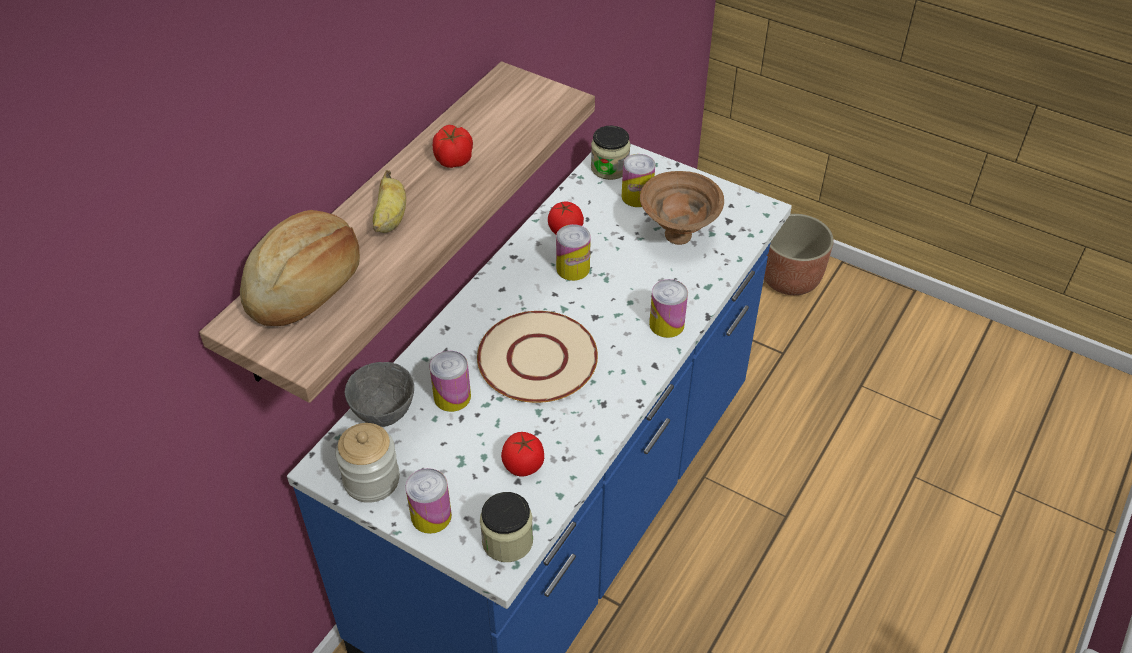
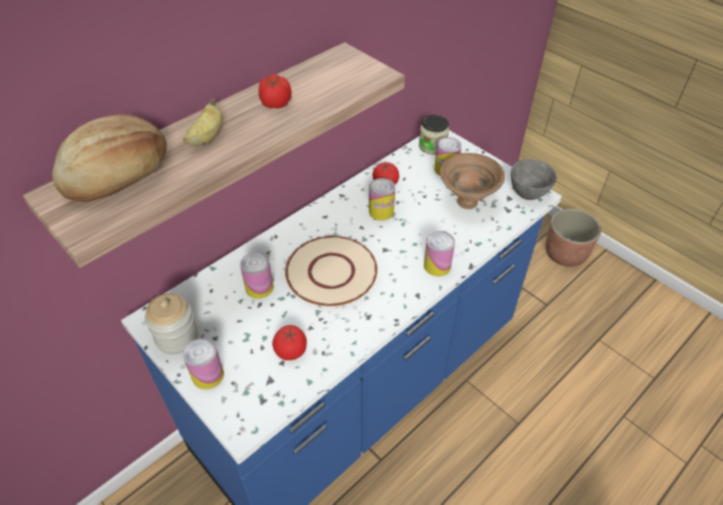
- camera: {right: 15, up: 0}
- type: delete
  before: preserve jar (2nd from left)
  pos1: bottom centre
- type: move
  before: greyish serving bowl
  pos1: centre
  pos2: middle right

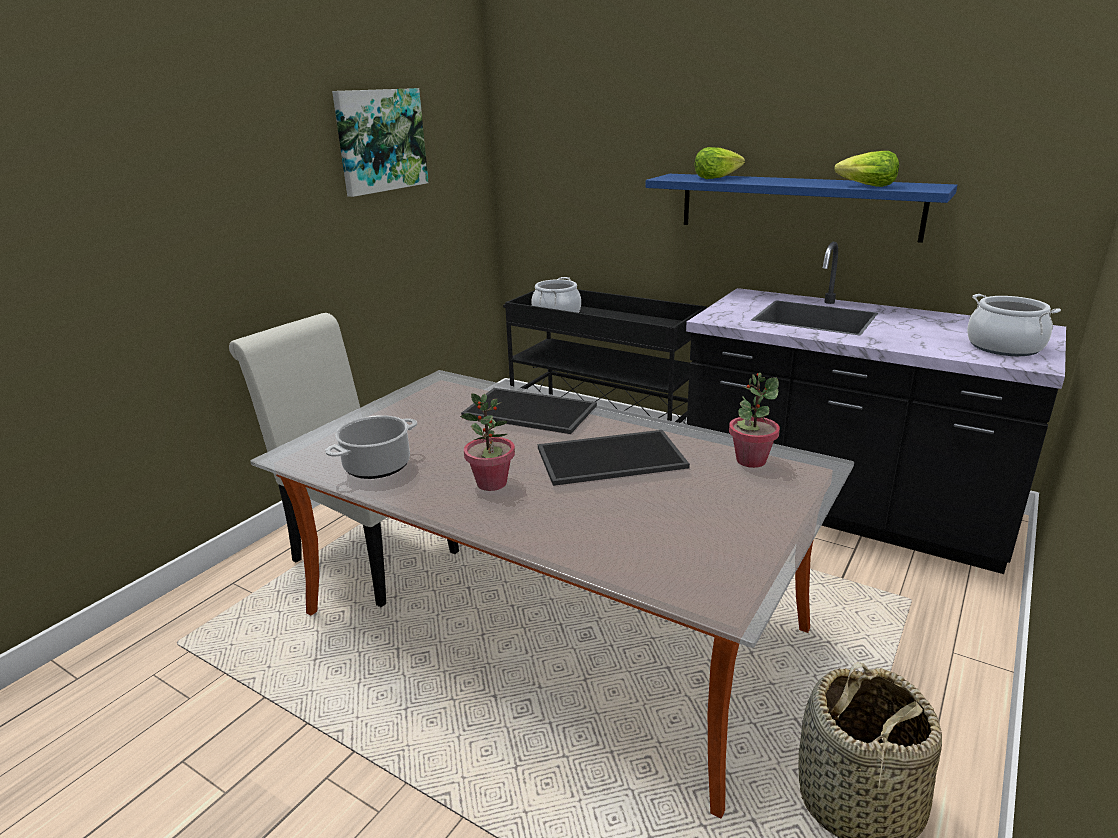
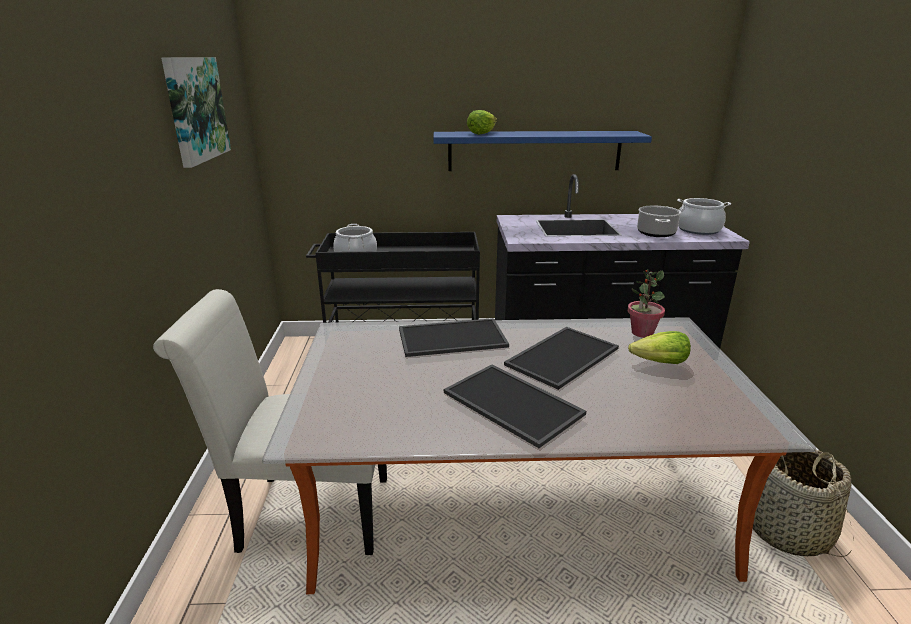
- camera: {right: -35, up: 0}
- type: move
  before: cooking pot (1st from left in the first image)
  after: cooking pot (2nd from left)
  pos1: middle left
  pos2: middle right
- type: move
  before: lettuce (2nd from left)
  pos1: top right
  pos2: middle right
- type: replace
  before: plant in a pot (1st from left)
  after: serving tray (2nd from left)
  pos1: centre
  pos2: centre

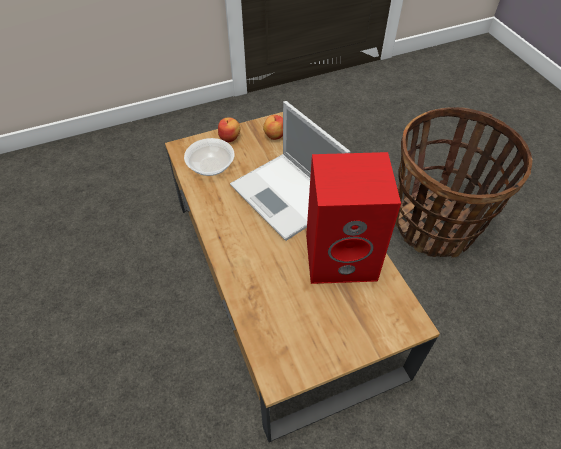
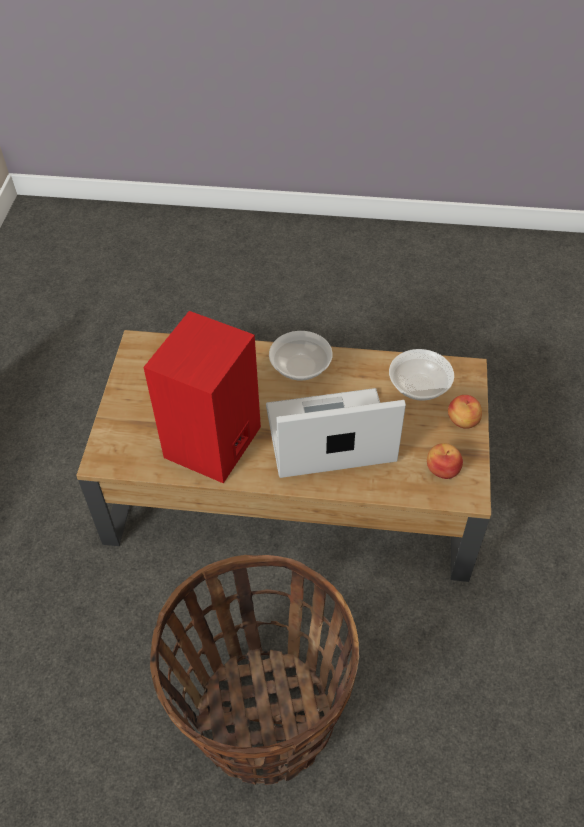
- camera: {right: 120, up: 0}
- type: insert
  after: serving bowl (1st from left)
  pos2: centre

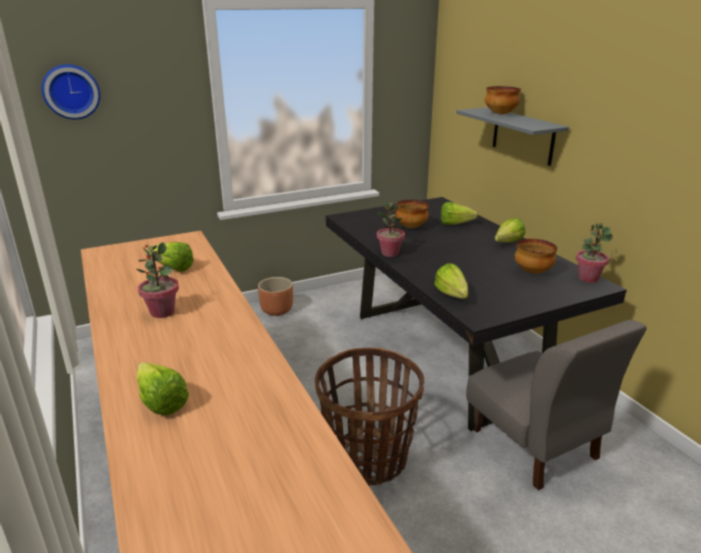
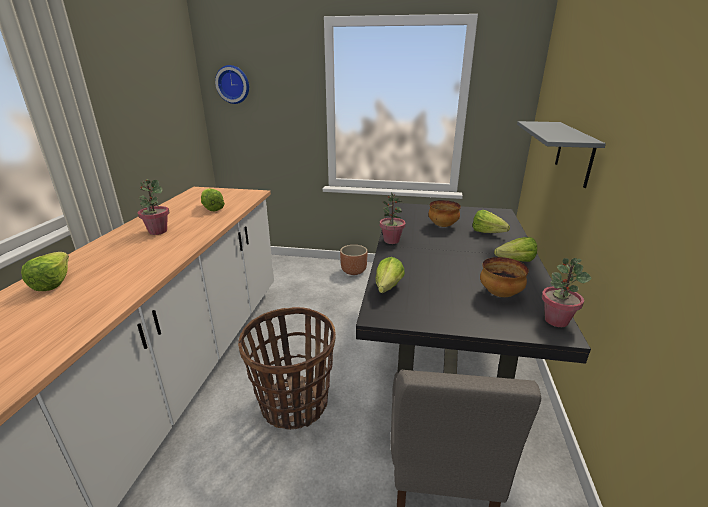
- camera: {right: 35, up: 0}
- type: delete
  before: serving bowl (2nd from left)
  pos1: top right

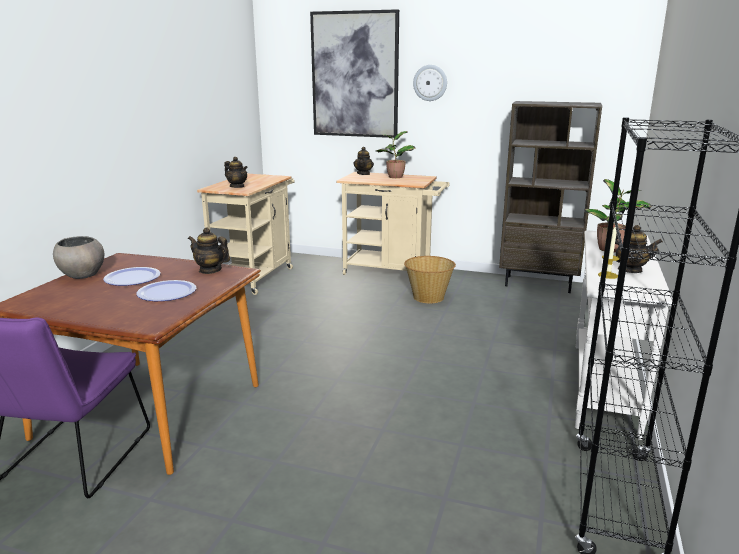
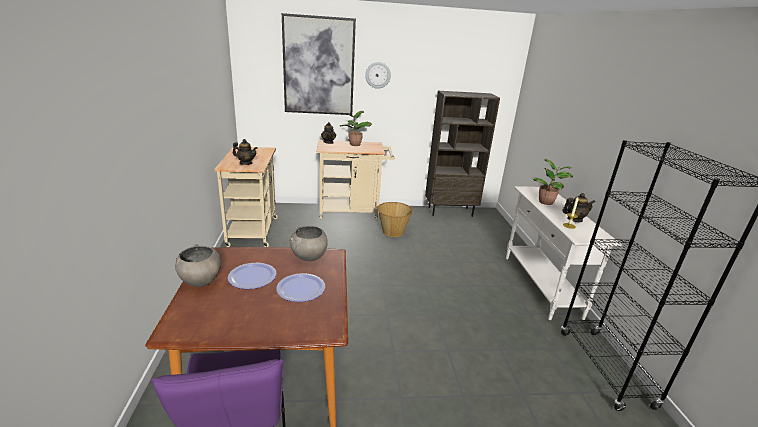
- camera: {right: -25, up: 5}
- type: replace
  before: teapot (1st from left)
  after: greyish serving bowl (2nd from left)
  pos1: middle left
  pos2: centre

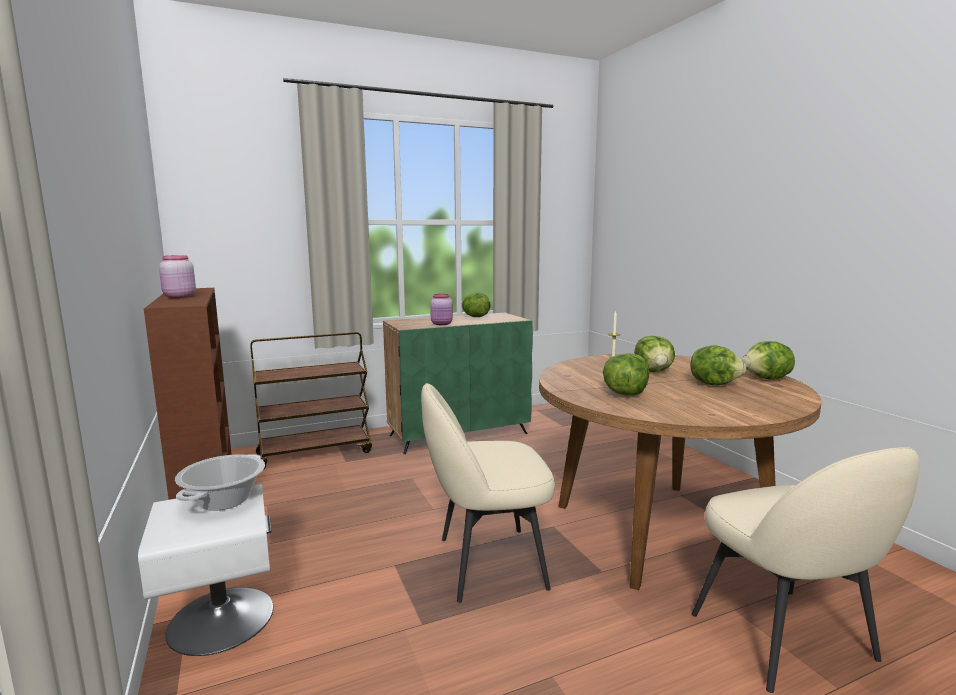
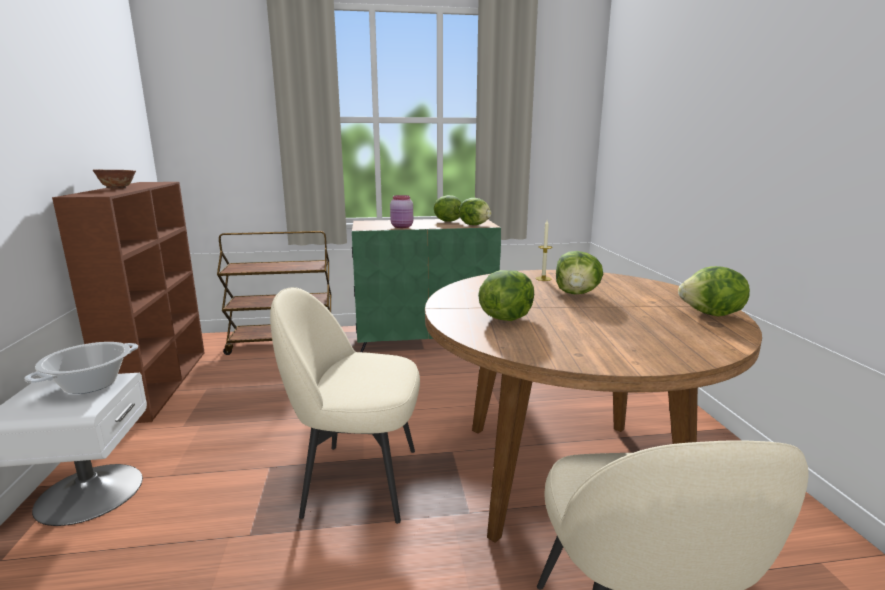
- camera: {right: 15, up: 5}
- type: move
  before: lettuce (4th from left in the first image)
  after: lettuce (2nd from left)
  pos1: middle right
  pos2: centre
- type: replace
  before: pink preserve jar (1st from left)
  after: serving bowl
  pos1: middle left
  pos2: top left

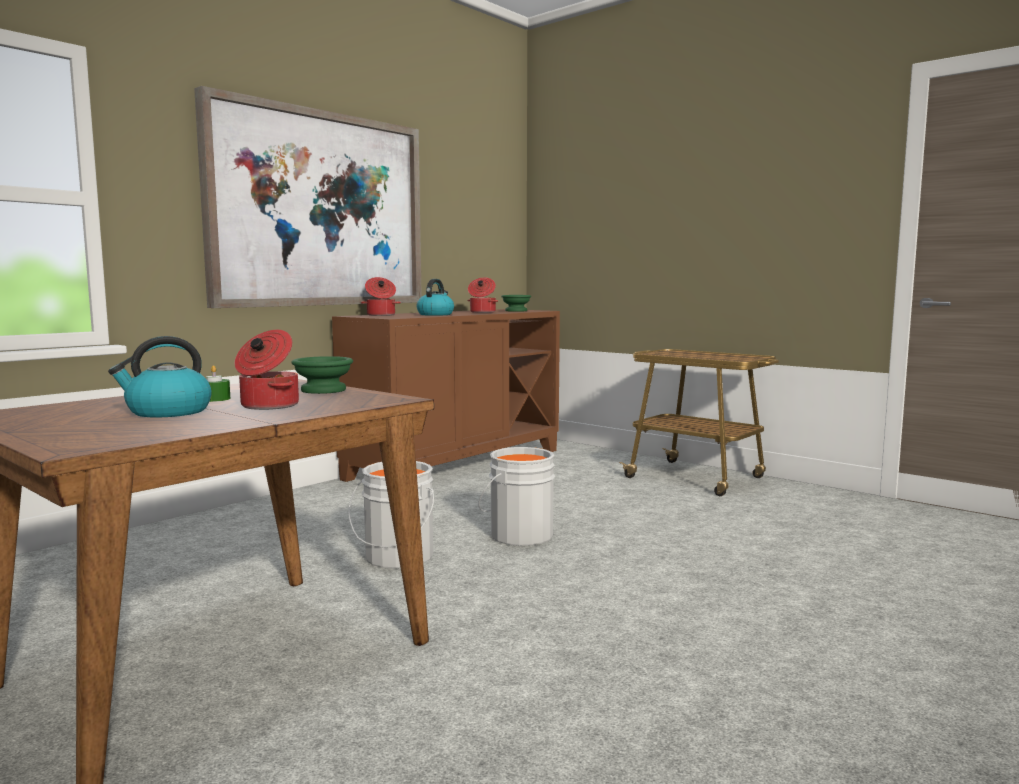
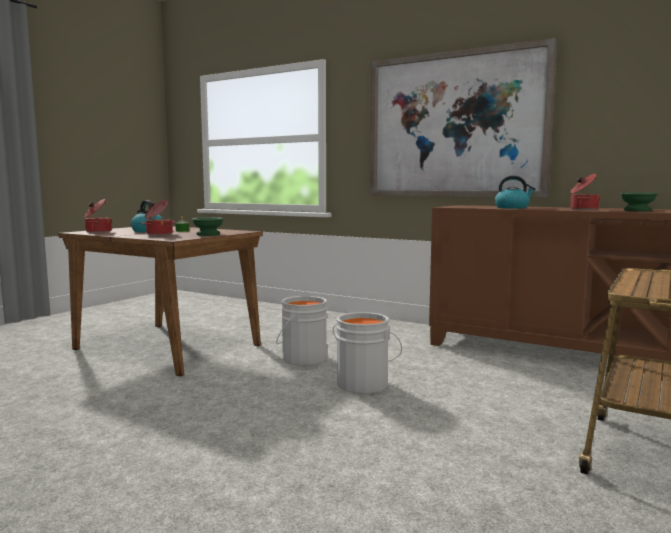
- camera: {right: 80, up: 0}
- type: move
  before: cooking pot (2nd from left in the first image)
  after: cooking pot (1st from left)
  pos1: centre
  pos2: middle left

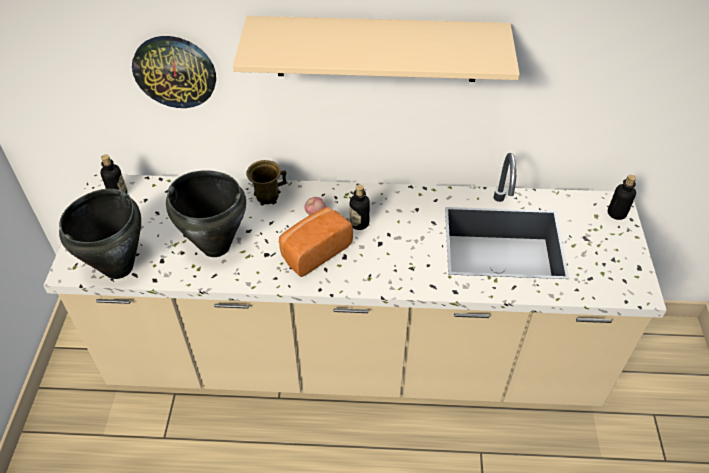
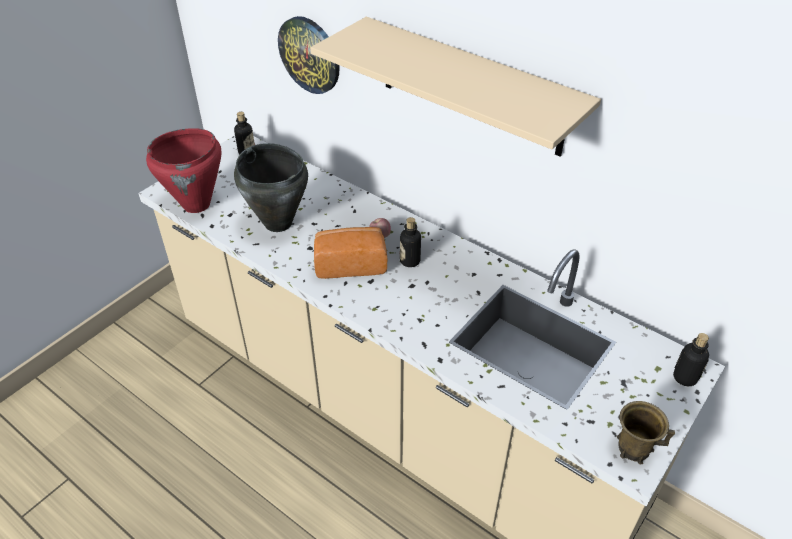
- camera: {right: 35, up: -5}
- type: move
  before: brown coffee mug
  pos1: centre
  pos2: bottom right
- type: recolor
  before: black cooking pot (1st from left)
  after: red cooking pot
  pos1: middle left
  pos2: top left

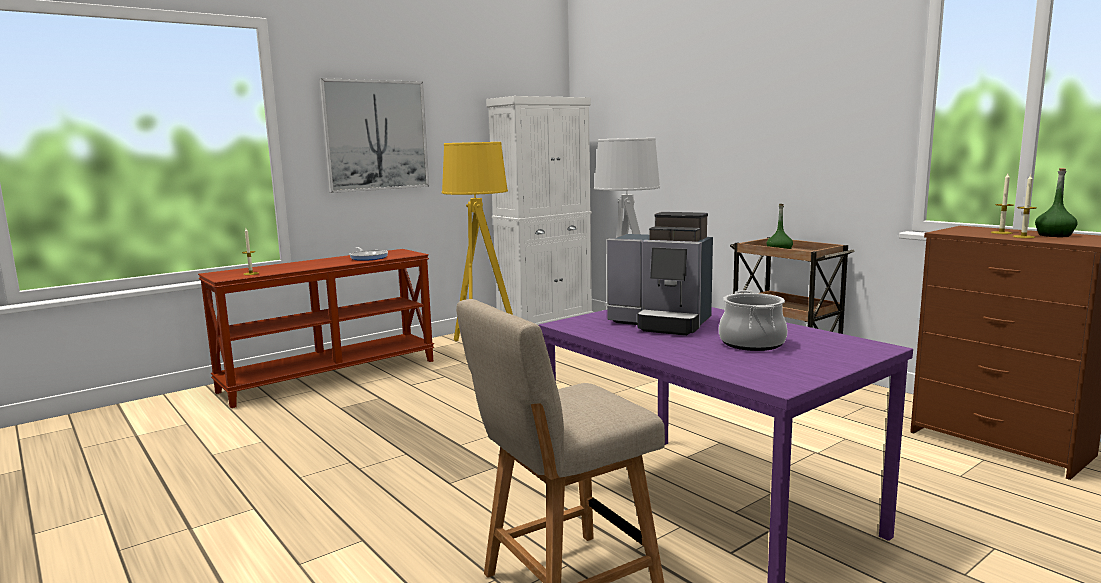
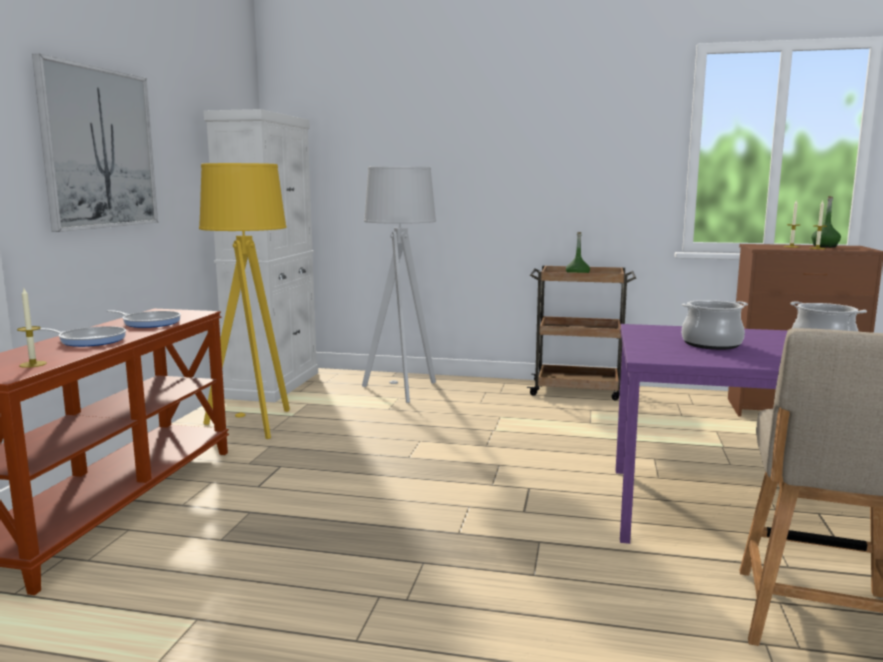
- camera: {right: -40, up: 0}
- type: insert
  after: pan (1st from left)
  pos2: middle left
- type: replace
  before: coffee brewer
  after: cooking pot (1st from left)
  pos1: centre
  pos2: middle right

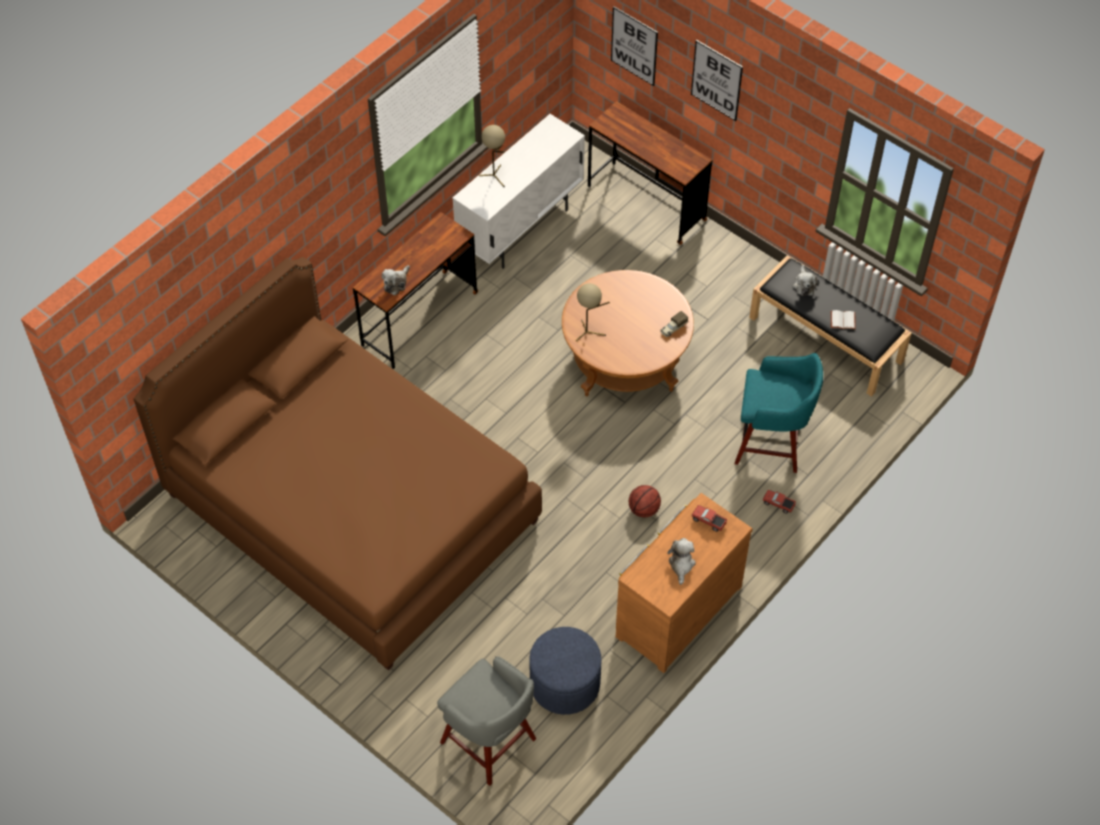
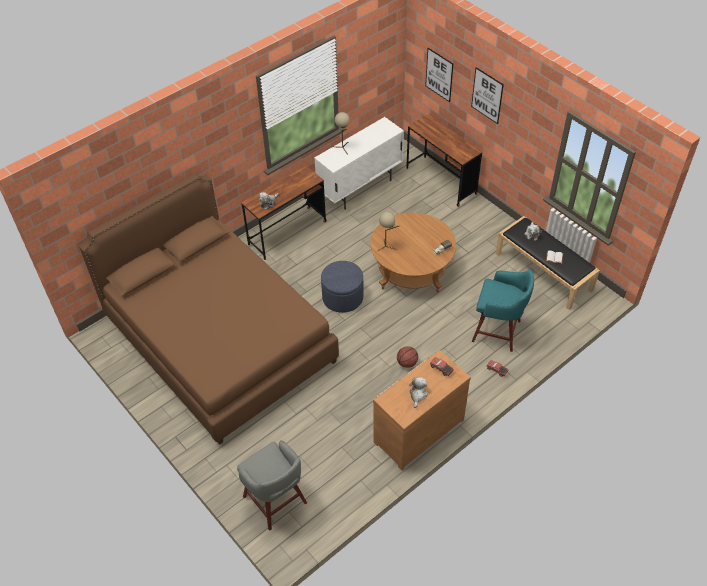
- camera: {right: 10, up: -5}
- type: move
  before: blue-coloured ottoman
  pos1: bottom centre
  pos2: centre

